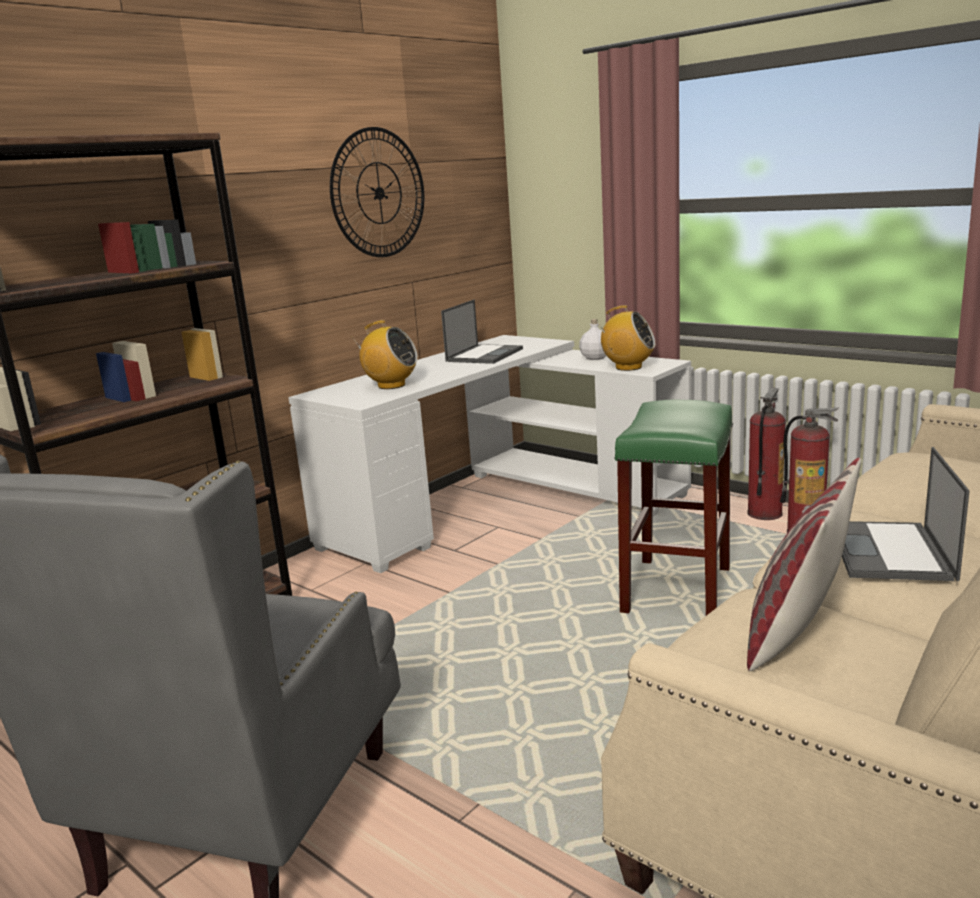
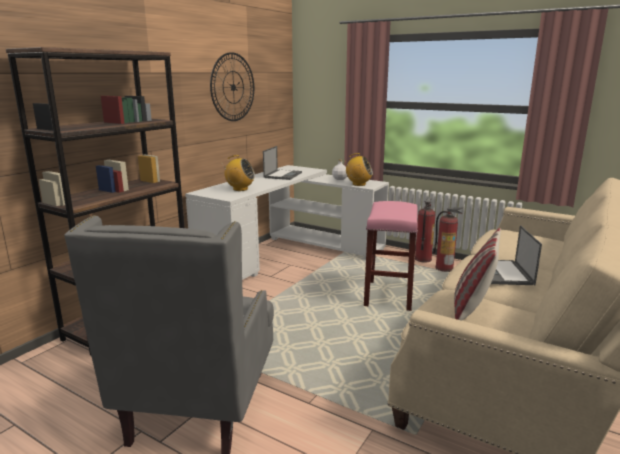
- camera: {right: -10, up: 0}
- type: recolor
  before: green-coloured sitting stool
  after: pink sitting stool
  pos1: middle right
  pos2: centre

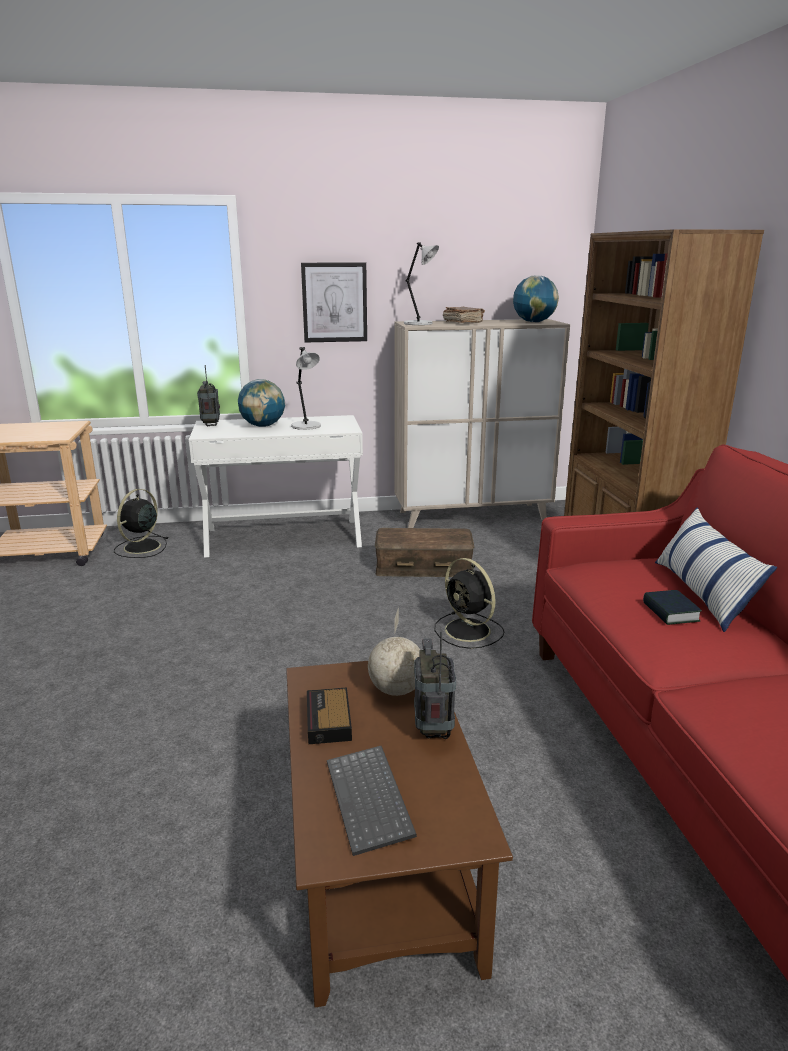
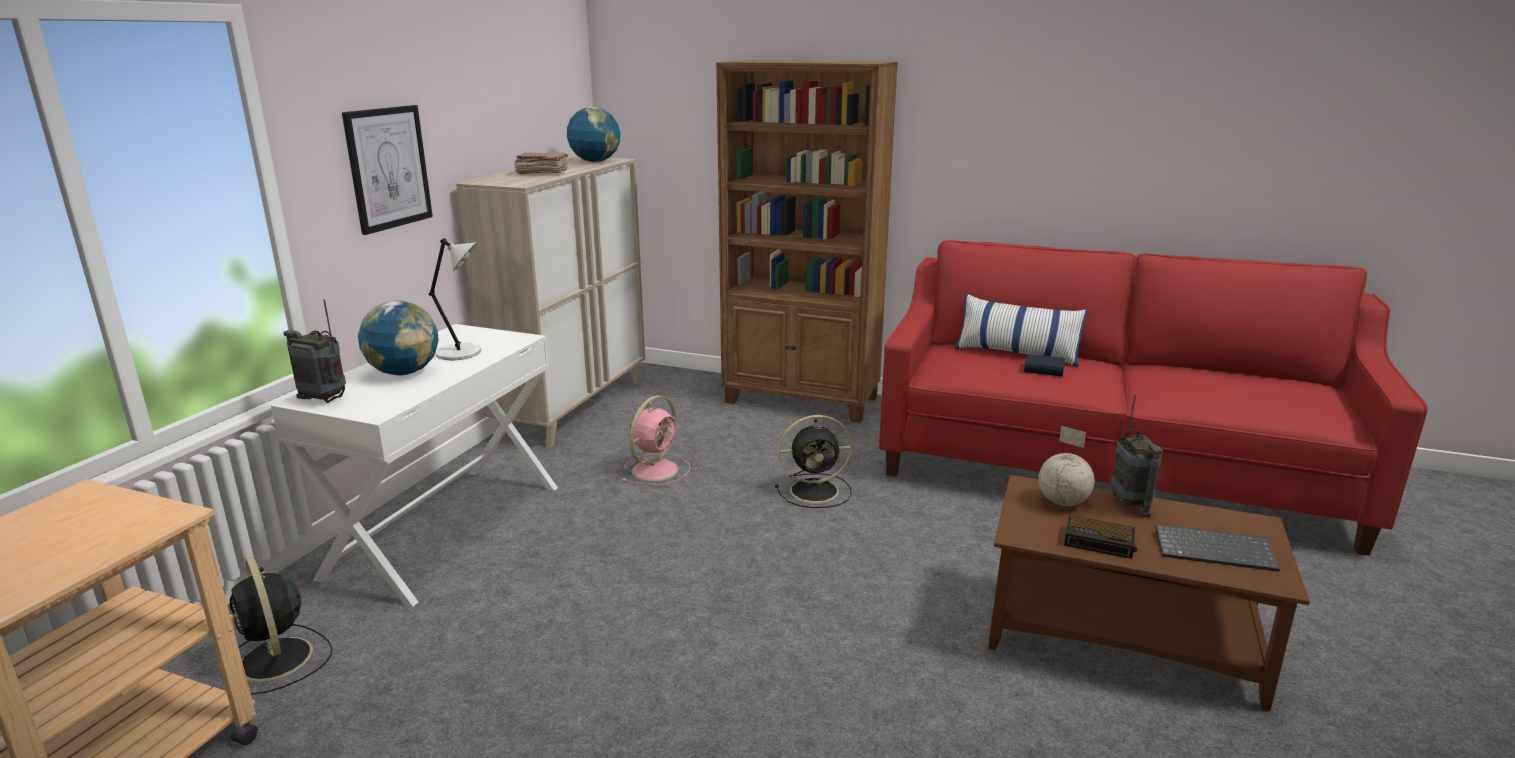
- camera: {right: -60, up: 0}
- type: delete
  before: greyish lamp for a table (2nd from left)
  pos1: top centre
- type: replace
  before: brown storage bin
  after: pink cooling fan
  pos1: centre
  pos2: centre
- type: rotate
  before: radio (2nd from left)
  pos1: centre
  pos2: middle right
  turn: -120

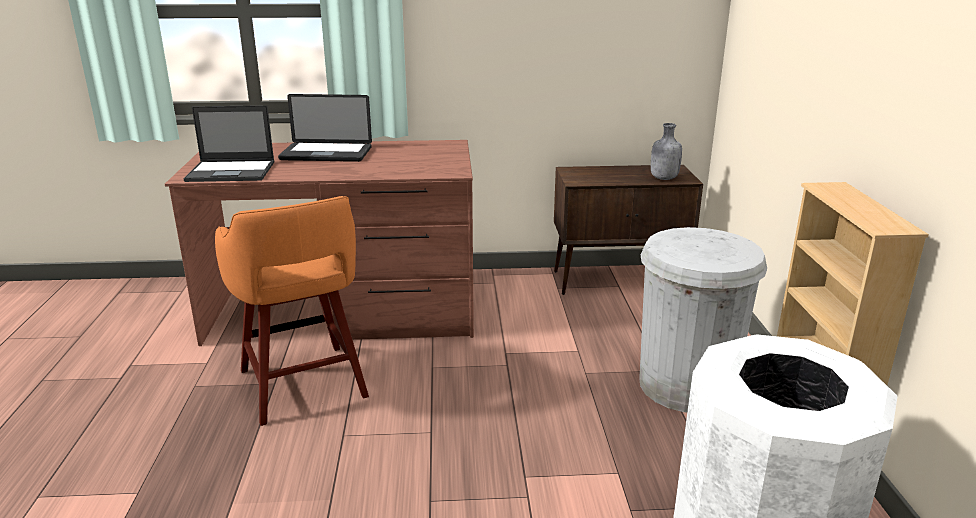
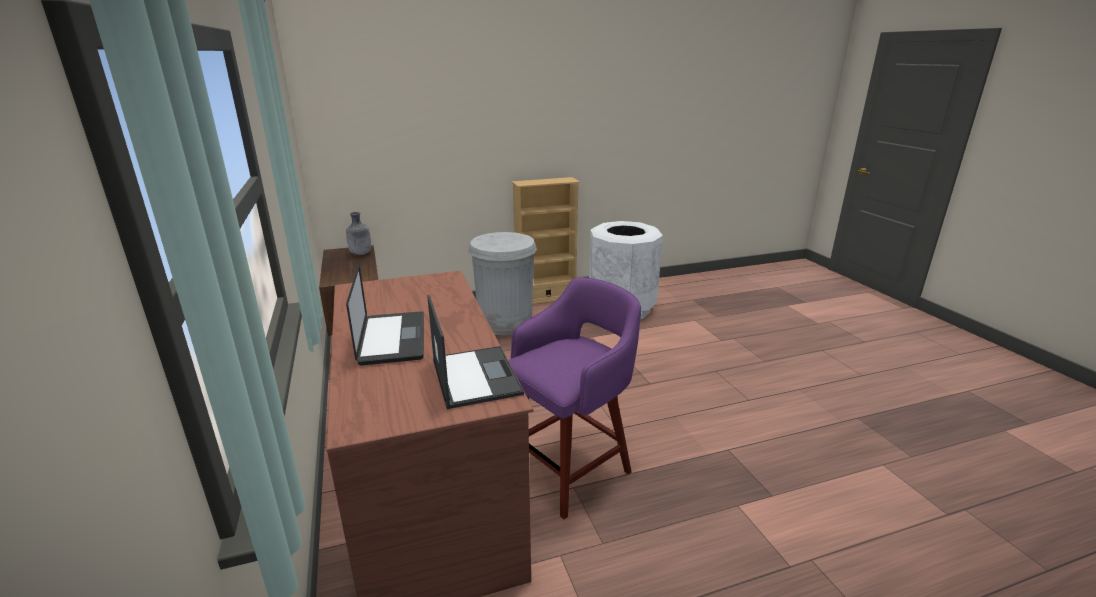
- camera: {right: -105, up: 0}
- type: recolor
  before: orange sitting stool
  after: purple-coloured sitting stool
  pos1: middle left
  pos2: bottom centre

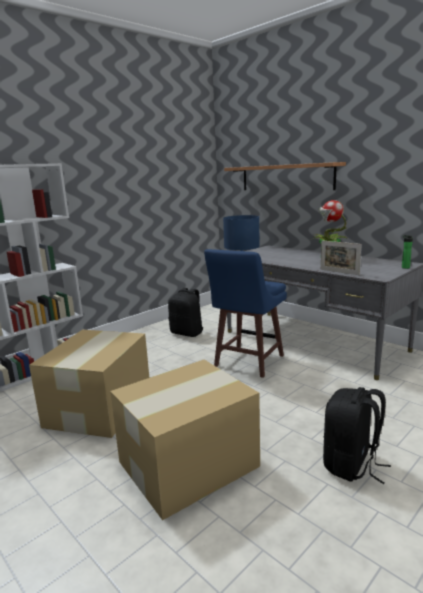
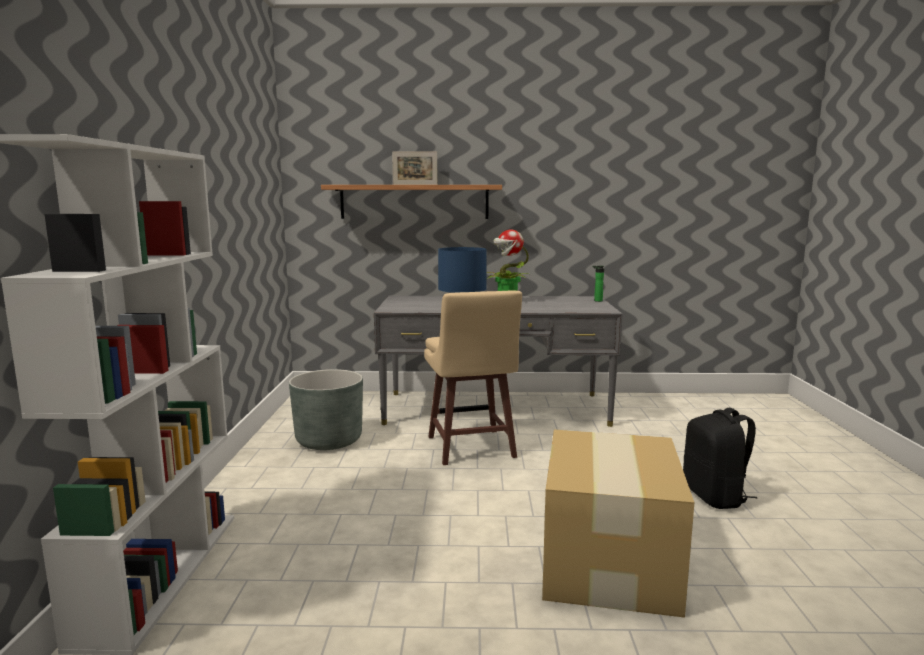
- camera: {right: -45, up: -5}
- type: delete
  before: cardboard box (1st from left)
  pos1: middle left
- type: move
  before: photo frame
  pos1: middle right
  pos2: top centre
- type: replace
  before: black rucksack (1st from left)
  after: greyish flower pot
  pos1: centre
  pos2: centre
- type: recolor
  before: blue-coloured sitting stool
  after: sand-coloured sitting stool
  pos1: centre
  pos2: centre

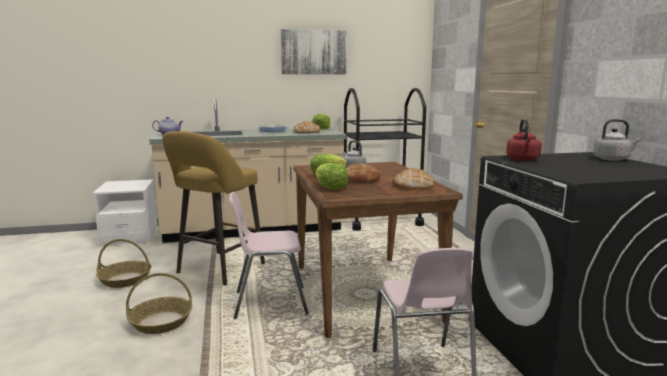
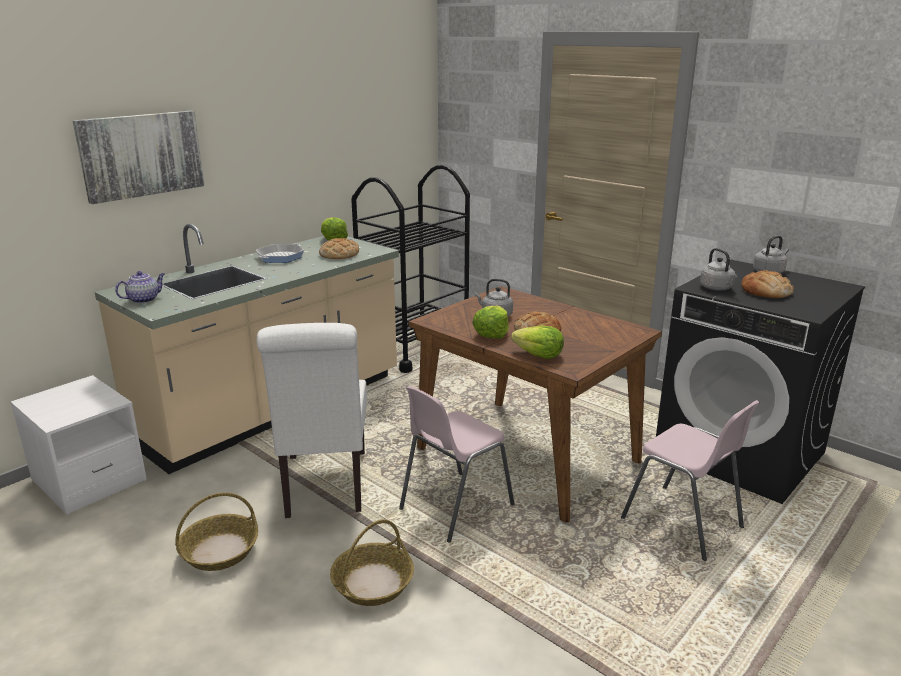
- camera: {right: -35, up: 10}
- type: move
  before: wall picture
  pos1: top centre
  pos2: top left
- type: move
  before: baked bread (3rd from left)
  pos1: centre
  pos2: middle right
- type: replace
  before: yellow sitting stool
  after: white-coloured chair
  pos1: middle left
  pos2: centre
- type: recolor
  before: red tea kettle
  after: greyish tea kettle (2nd from left)
  pos1: middle right
  pos2: middle right

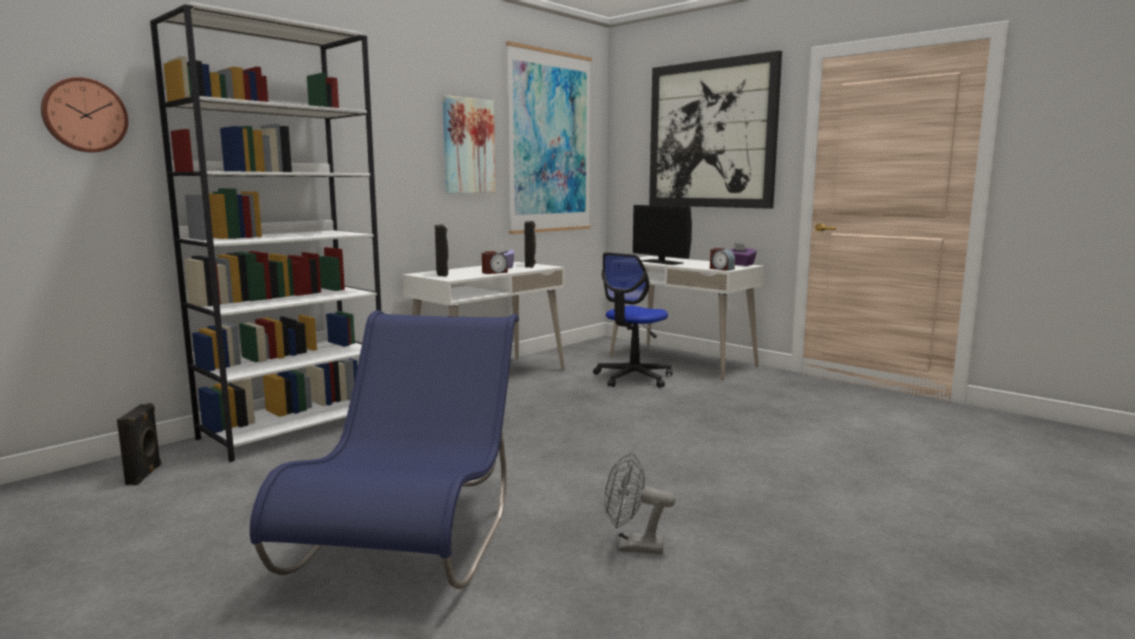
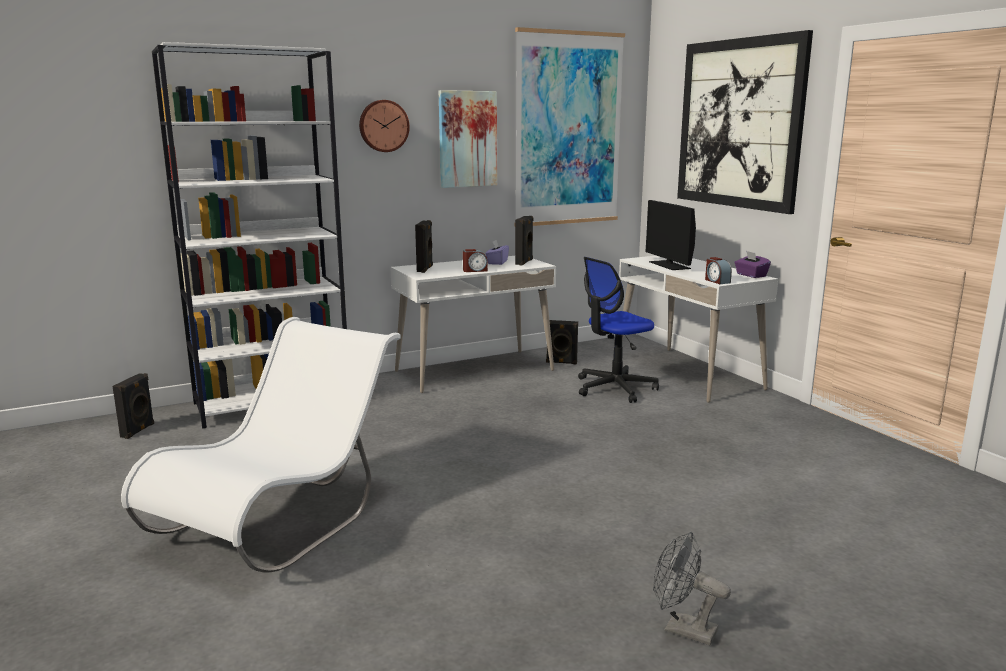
- camera: {right: 20, up: 5}
- type: insert
  after: black audio speaker (4th from left)
  pos2: centre
- type: move
  before: clock on the wall
  pos1: top left
  pos2: top centre
- type: move
  before: greyish cooling fan
  pos1: bottom centre
  pos2: bottom right
- type: recolor
  before: blue-coloured chair
  after: white-coloured chair
  pos1: bottom centre
  pos2: middle left

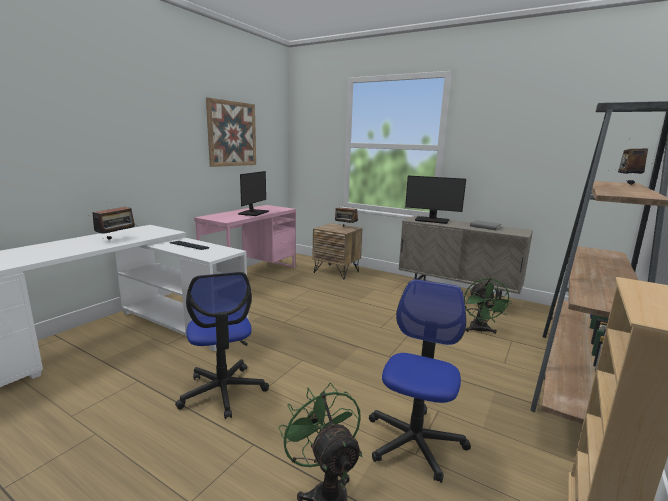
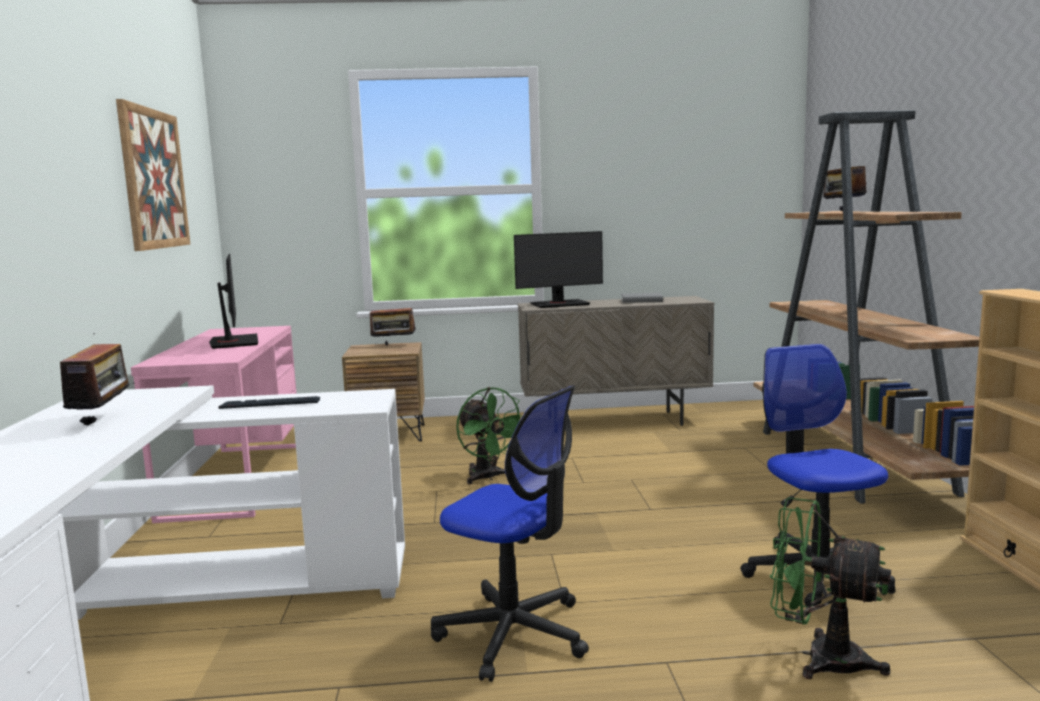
- camera: {right: -35, up: -5}
- type: move
  before: green-coloured cooling fan (2nd from left in the first image)
  after: green-coloured cooling fan (1st from left)
  pos1: middle right
  pos2: centre

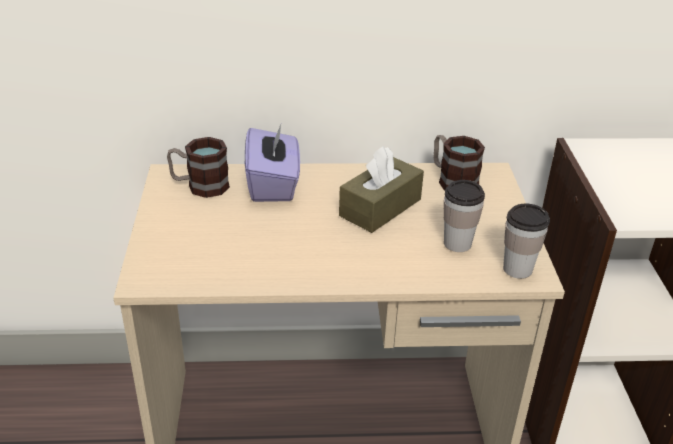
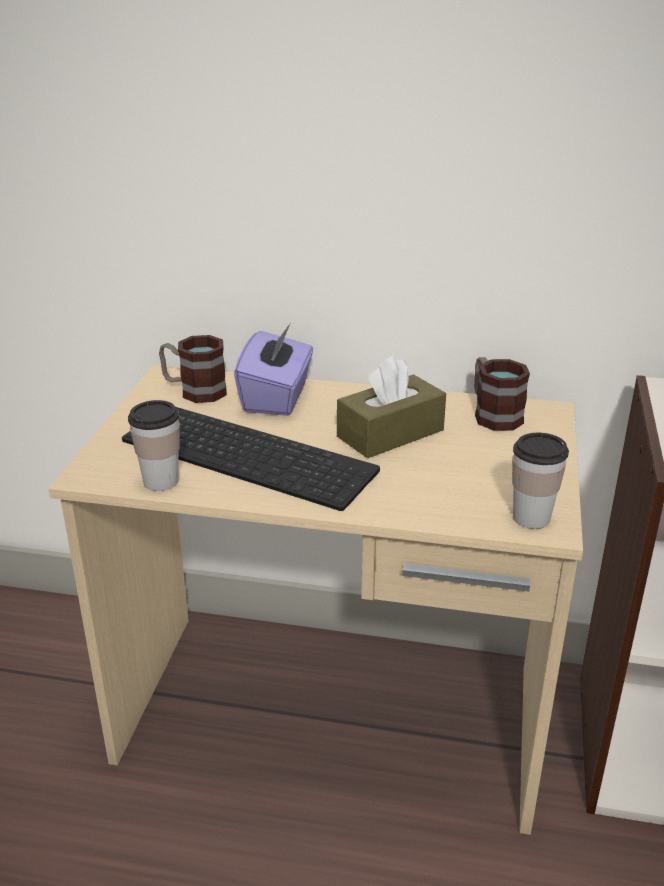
- camera: {right: 15, up: -5}
- type: insert
  after: keyboard
  pos2: centre
- type: move
  before: cup (1st from left)
  pos1: middle right
  pos2: middle left

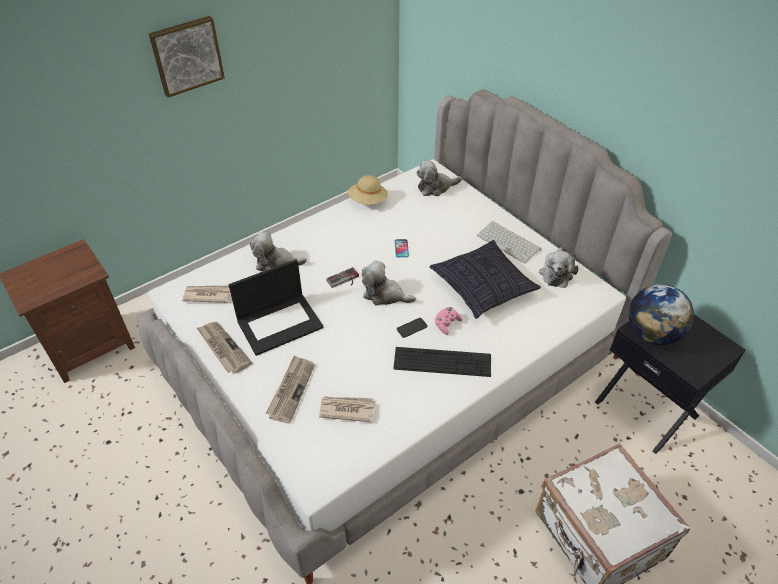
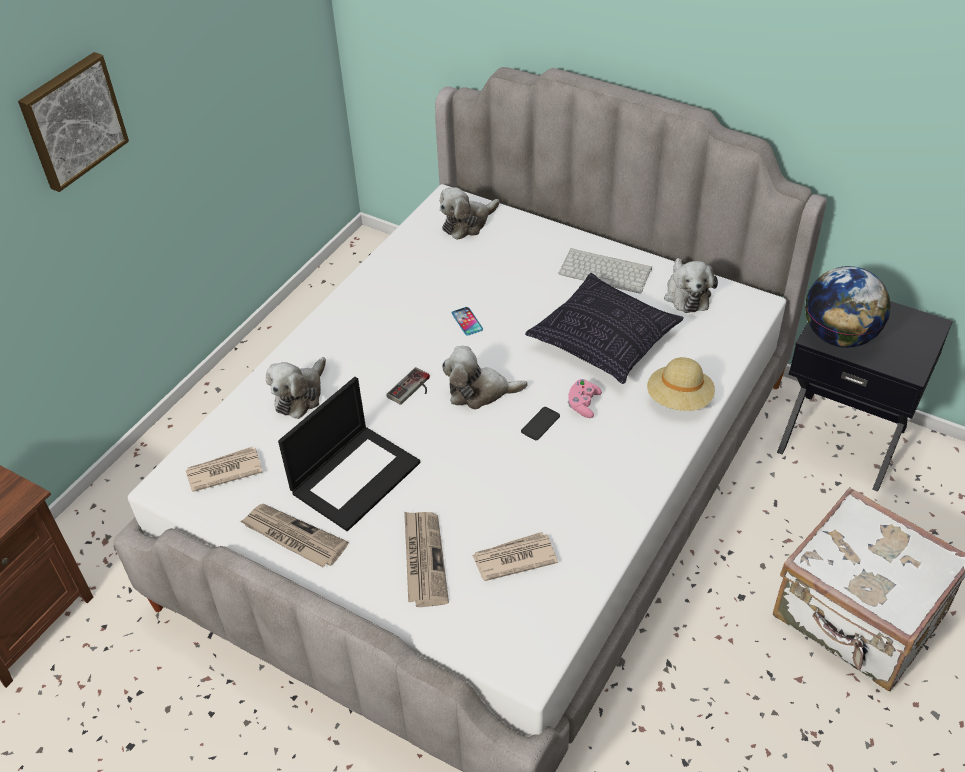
- camera: {right: -20, up: 0}
- type: delete
  before: keyboard (1st from left)
  pos1: centre
- type: move
  before: sand-coloured clothing hat
  pos1: top centre
  pos2: middle right
- type: rotate
  before: cuddly toy (1st from left)
  pos1: centre
  pos2: middle left
  turn: -45

